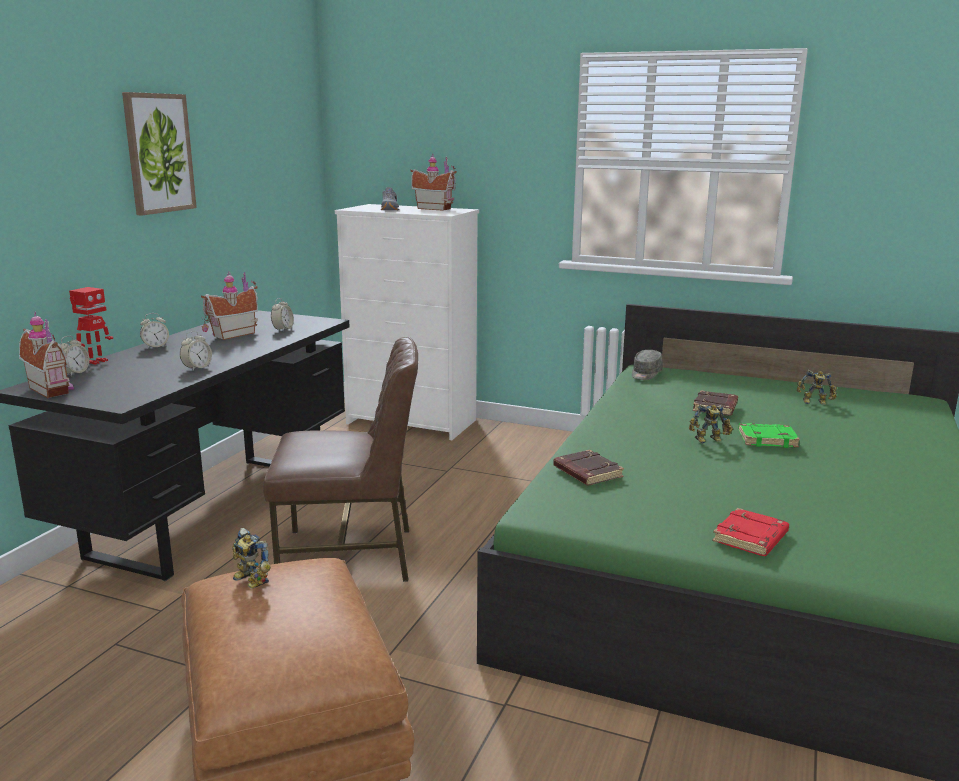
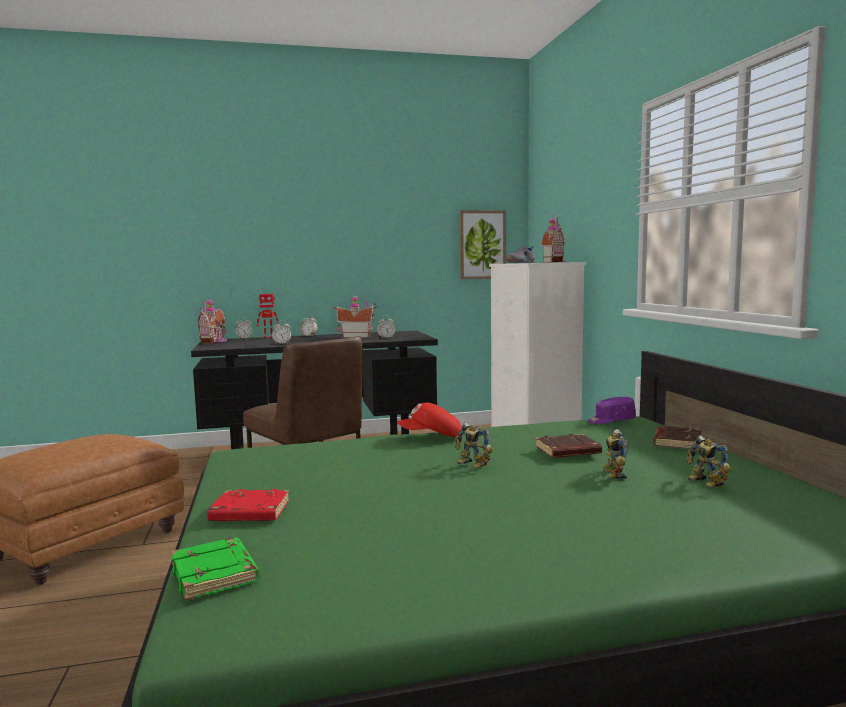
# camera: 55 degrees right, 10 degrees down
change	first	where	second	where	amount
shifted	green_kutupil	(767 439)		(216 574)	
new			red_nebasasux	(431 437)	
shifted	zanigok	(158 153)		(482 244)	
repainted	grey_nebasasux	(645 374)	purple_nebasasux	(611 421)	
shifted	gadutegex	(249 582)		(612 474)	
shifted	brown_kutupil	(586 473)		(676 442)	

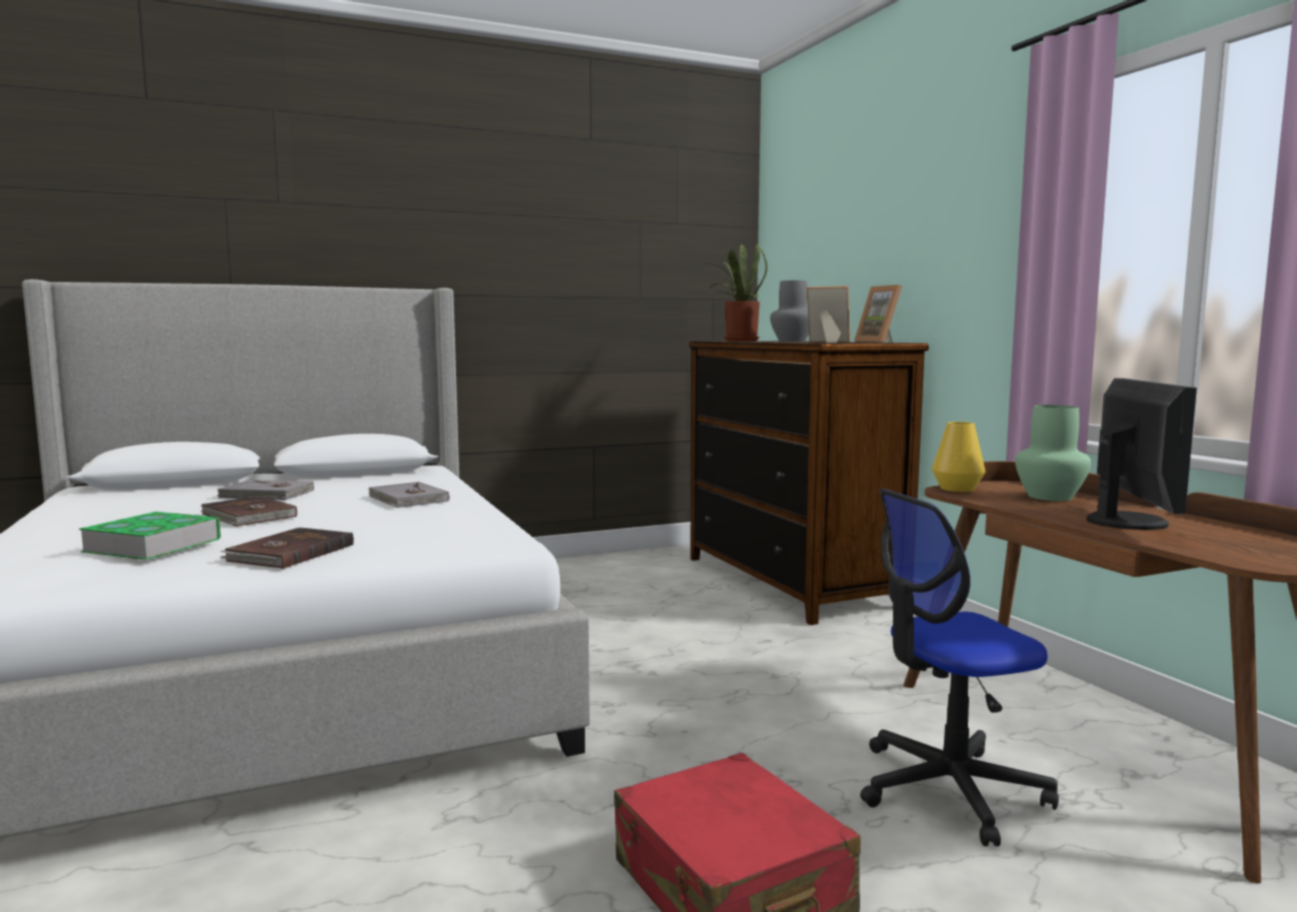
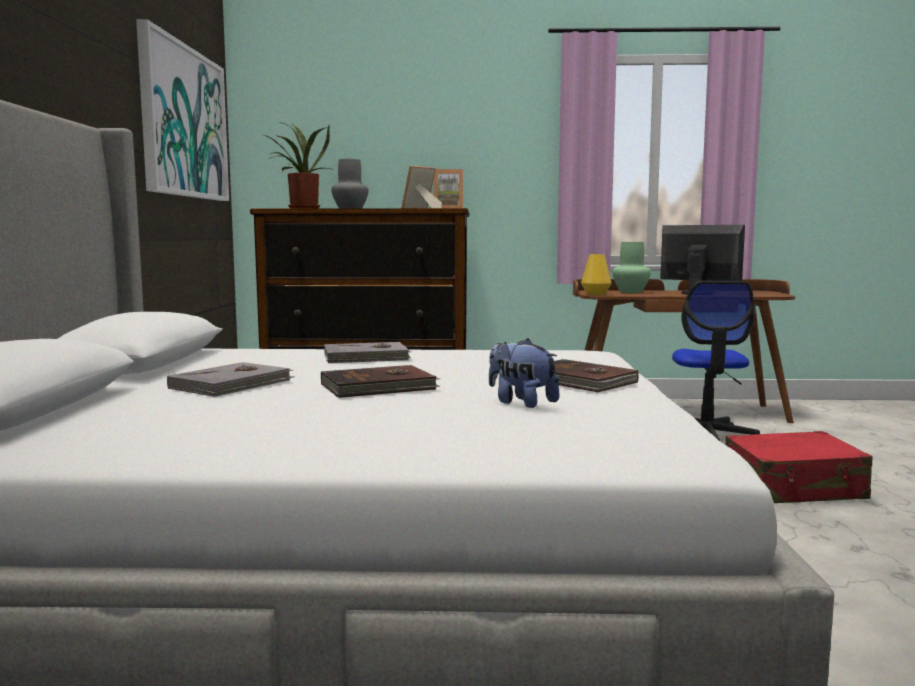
# camera: 65 degrees left, 0 degrees up
change	first	where	second	where	amount
new			zanigok	(184 122)	
swapped	kutupil	(153 545)	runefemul	(521 402)	

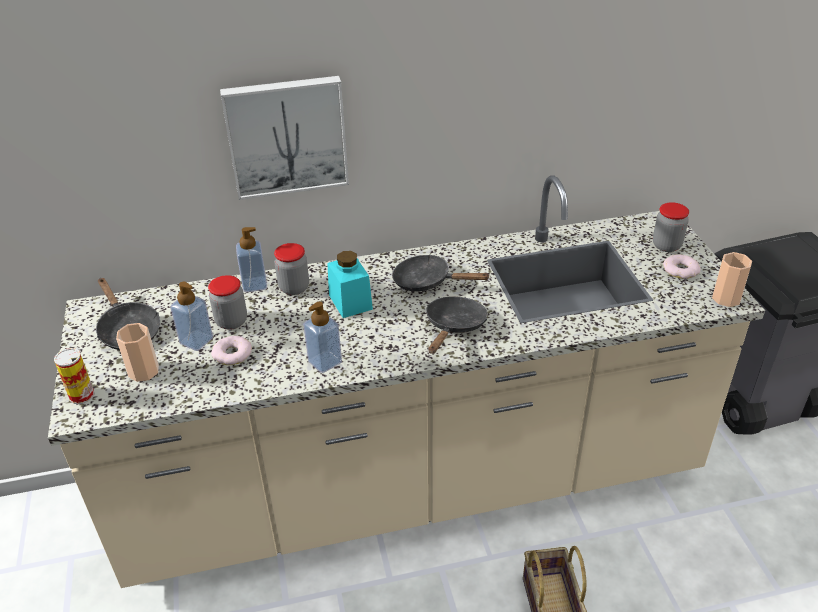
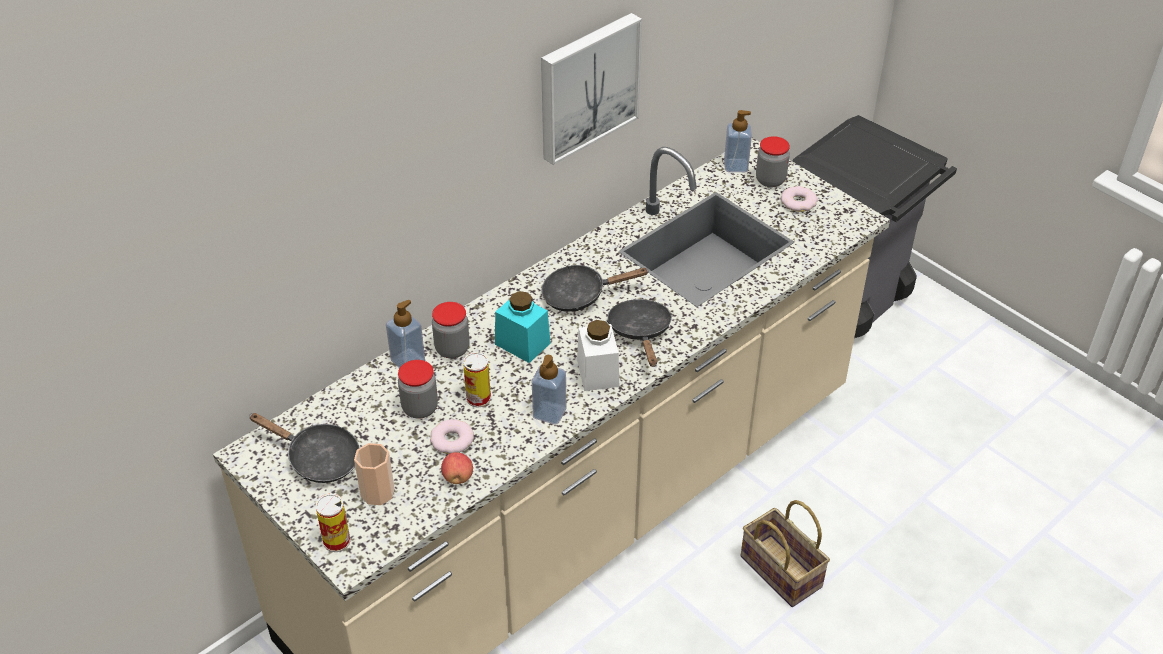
# camera: 30 degrees left, 5 degrees up
change	first	where	second	where	amount
new			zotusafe	(458 477)	
new			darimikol	(478 398)	
shifted	zanigok	(286 136)		(587 86)	
new			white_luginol	(598 372)	
shifted	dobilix	(196 341)		(735 166)	
gone	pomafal	(726 298)			

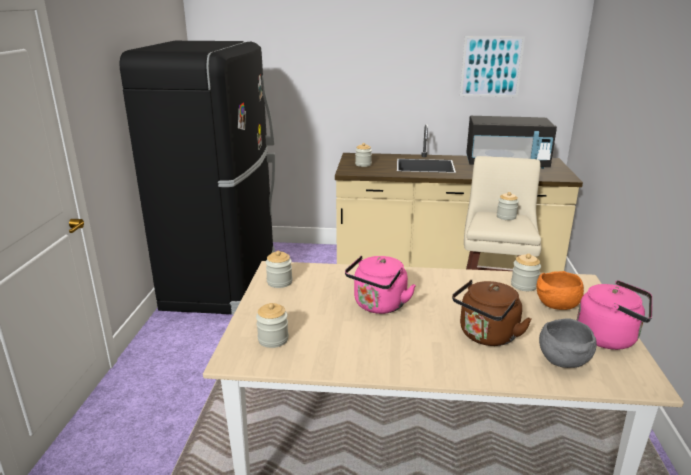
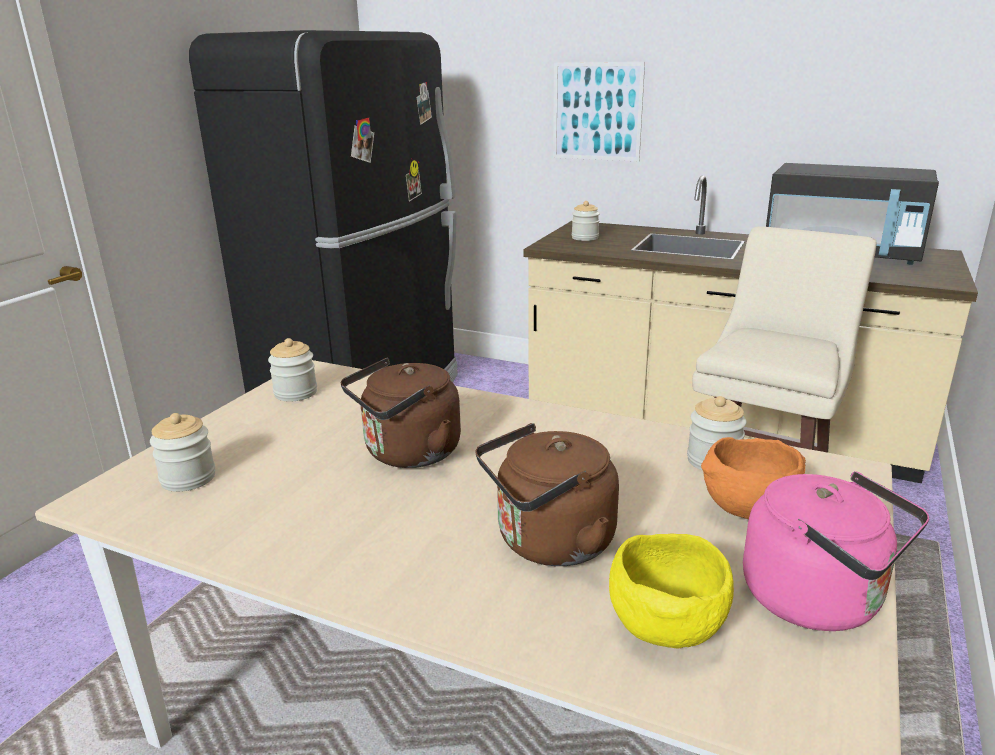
# camera: 20 degrees right, 0 degrees up
change	first	where	second	where	amount
repainted	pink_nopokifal	(378 306)	brown_nopokifal	(408 454)	
shifted	zanigok	(491 67)		(597 111)	
repainted	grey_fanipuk	(562 360)	yellow_fanipuk	(666 626)	
gone	luginol	(506 217)			

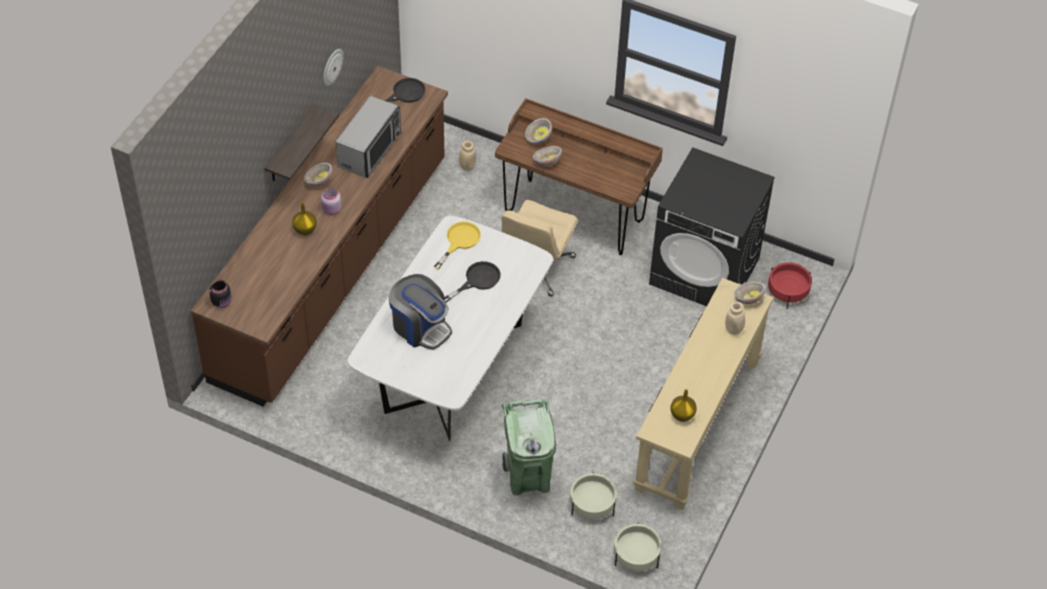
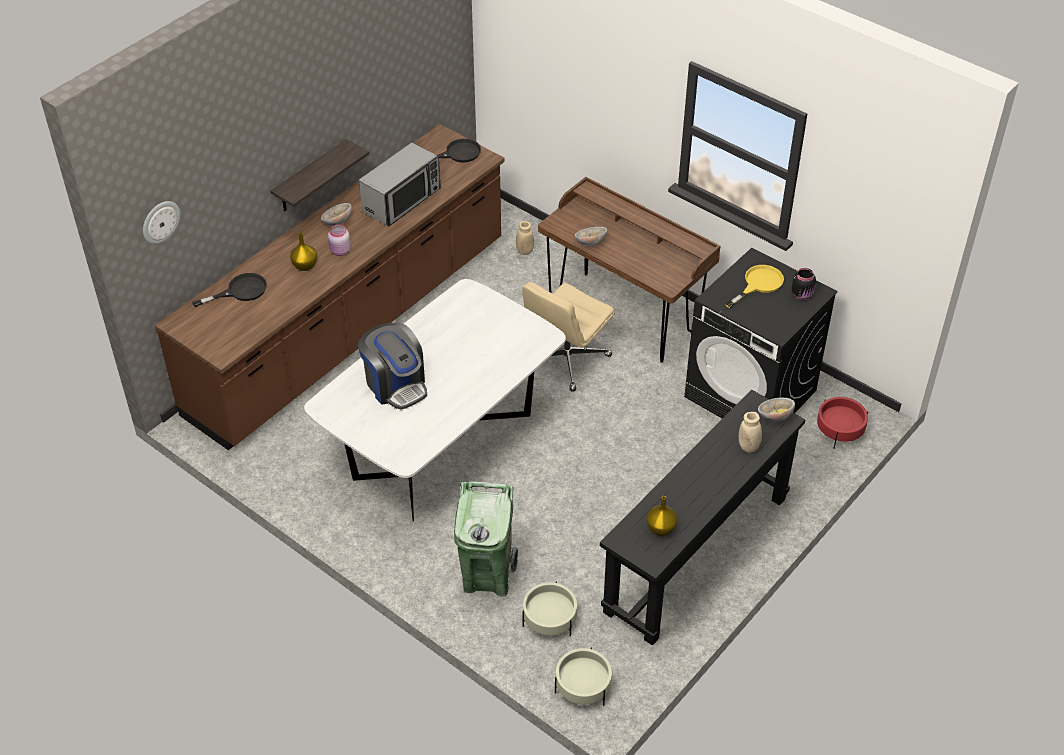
# camera: 15 degrees right, 5 degrees down
change	first	where	second	where	amount
shifted	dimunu	(332 66)		(160 221)	
shifted	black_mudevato	(477 280)		(240 291)	
repainted	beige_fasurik	(697 424)	black_fasurik	(696 554)	
shifted	yellow_mudevato	(459 241)		(758 284)	
shifted	black_luginol	(222 302)		(802 295)	
gone	fanipuk	(538 138)			

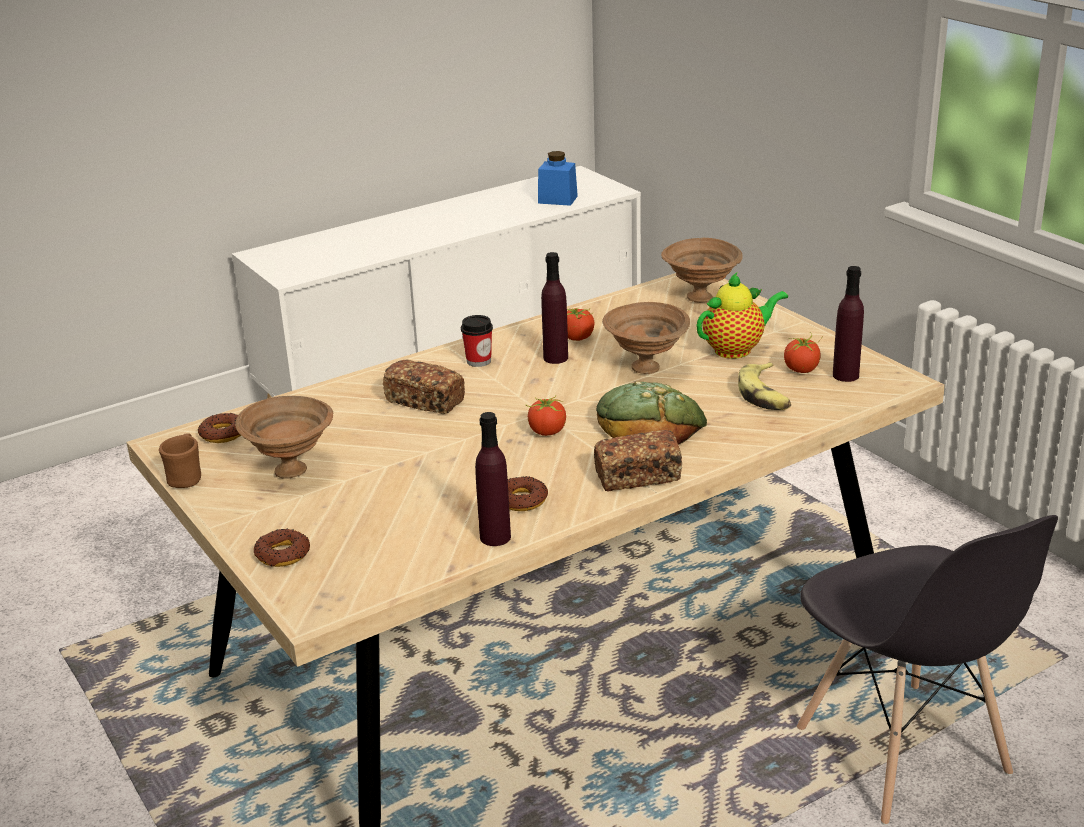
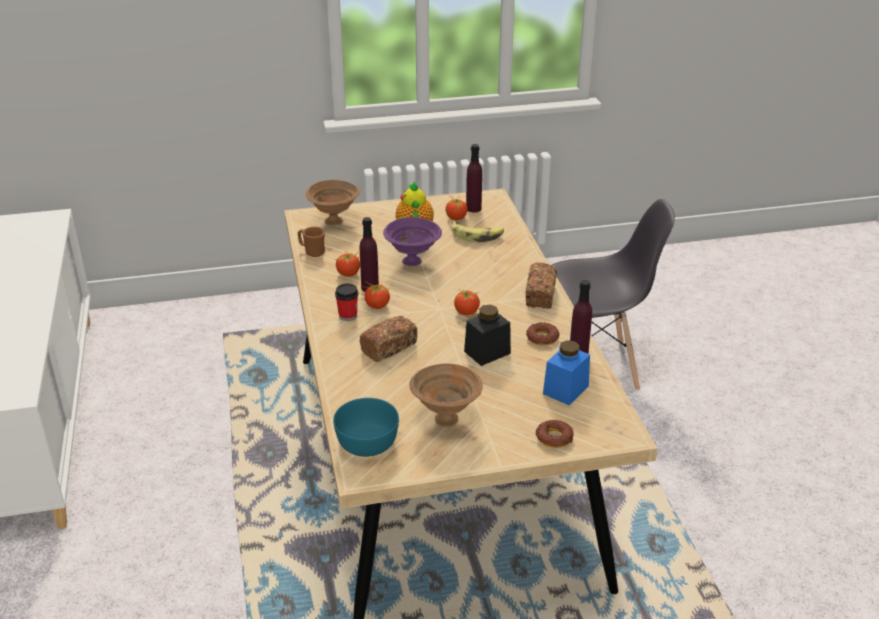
# camera: 70 degrees left, 5 degrees up
change	first	where	second	where	amount
shifted	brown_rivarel	(186 478)		(312 252)	
swapped	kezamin	(223 433)	turquoise_fanipuk	(366 443)	
new			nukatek	(377 306)	
repainted	brown_fanipuk	(647 369)	purple_fanipuk	(413 261)	
new			black_luginol	(487 352)	
shifted	blue_luginol	(557 199)		(565 390)	
gone	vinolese	(649 423)			

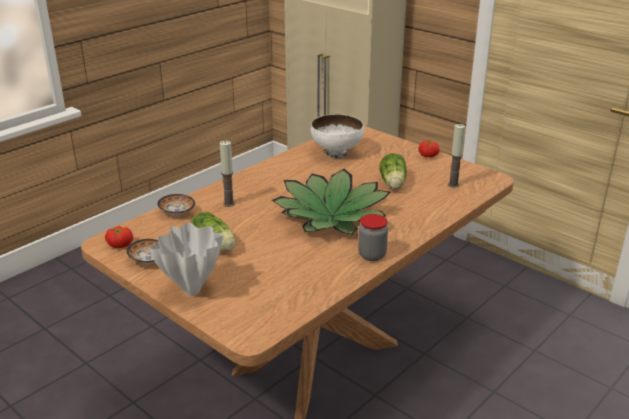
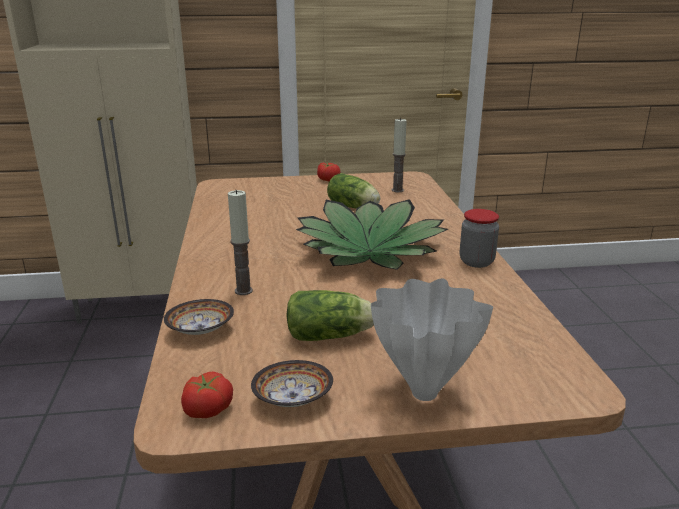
# camera: 50 degrees left, 5 degrees down
change	first	where	second	where	amount
gone	white_fanipuk	(336 153)			

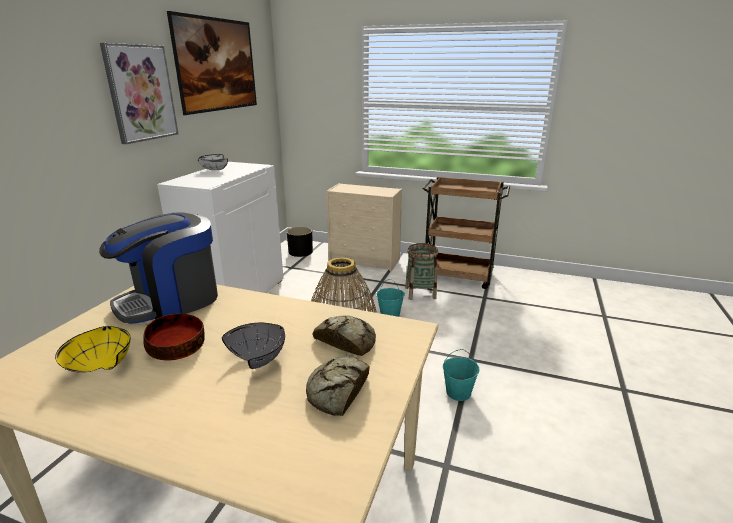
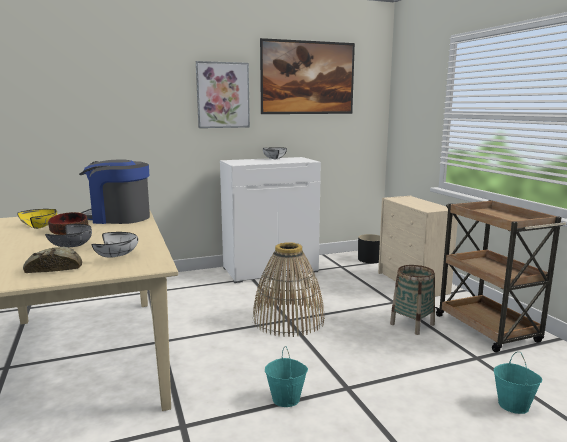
# camera: 50 degrees right, 10 degrees down
change	first	where	second	where	amount
swapped	vinolese	(346 340)	white_fanipuk	(118 256)	
shifted	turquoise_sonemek	(390 314)		(513 405)	

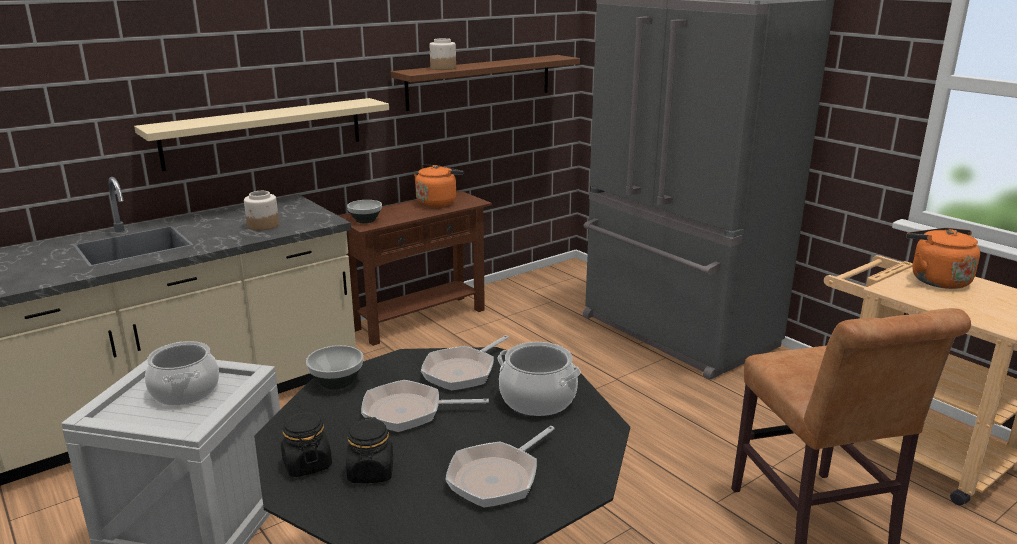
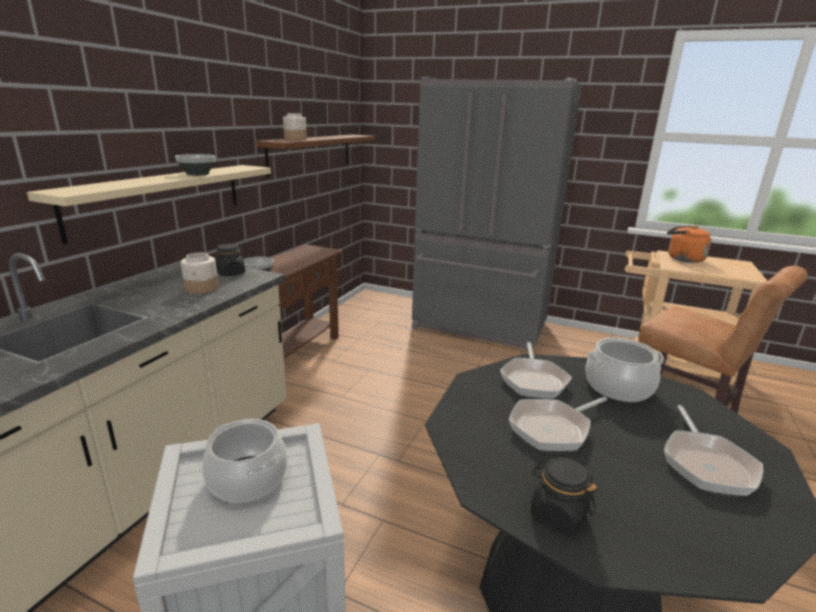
# camera: 30 degrees left, 0 degrees up
change	first	where	second	where	amount
shifted	fanipuk	(336 382)		(197 174)	
shifted	black_luginol	(371 472)		(231 273)	
gone	orange_nopokifal	(438 202)			

